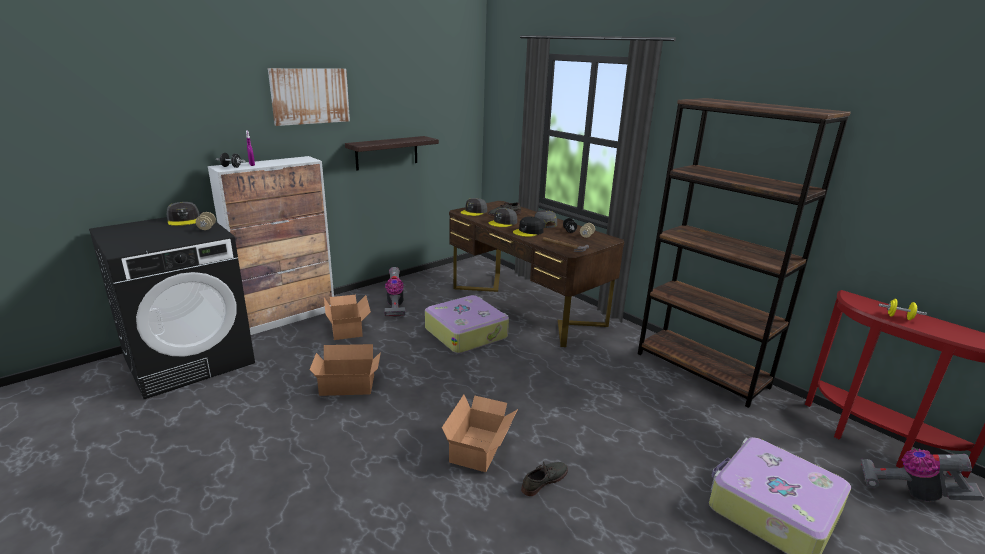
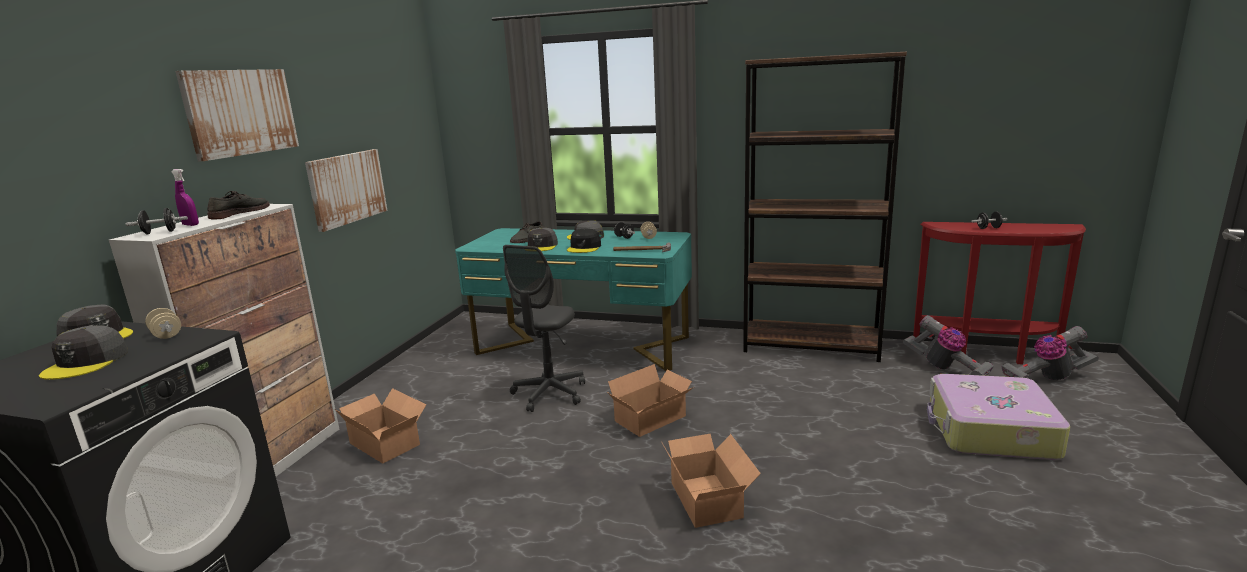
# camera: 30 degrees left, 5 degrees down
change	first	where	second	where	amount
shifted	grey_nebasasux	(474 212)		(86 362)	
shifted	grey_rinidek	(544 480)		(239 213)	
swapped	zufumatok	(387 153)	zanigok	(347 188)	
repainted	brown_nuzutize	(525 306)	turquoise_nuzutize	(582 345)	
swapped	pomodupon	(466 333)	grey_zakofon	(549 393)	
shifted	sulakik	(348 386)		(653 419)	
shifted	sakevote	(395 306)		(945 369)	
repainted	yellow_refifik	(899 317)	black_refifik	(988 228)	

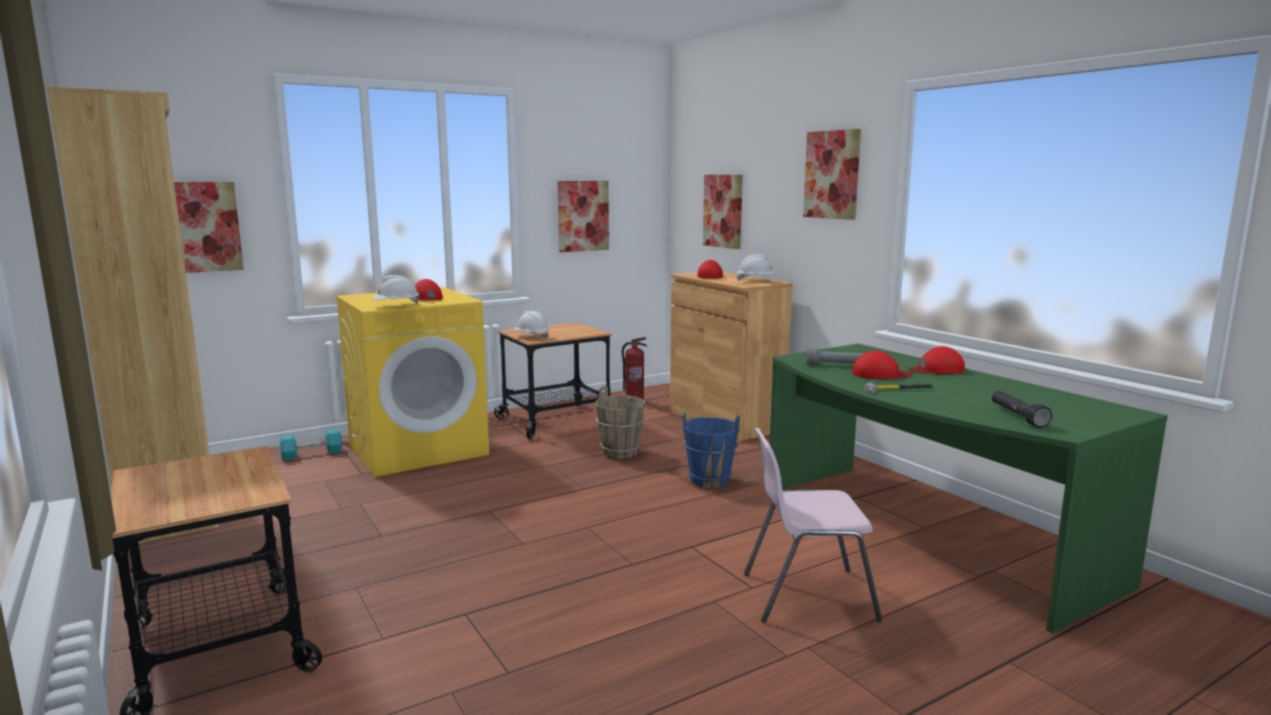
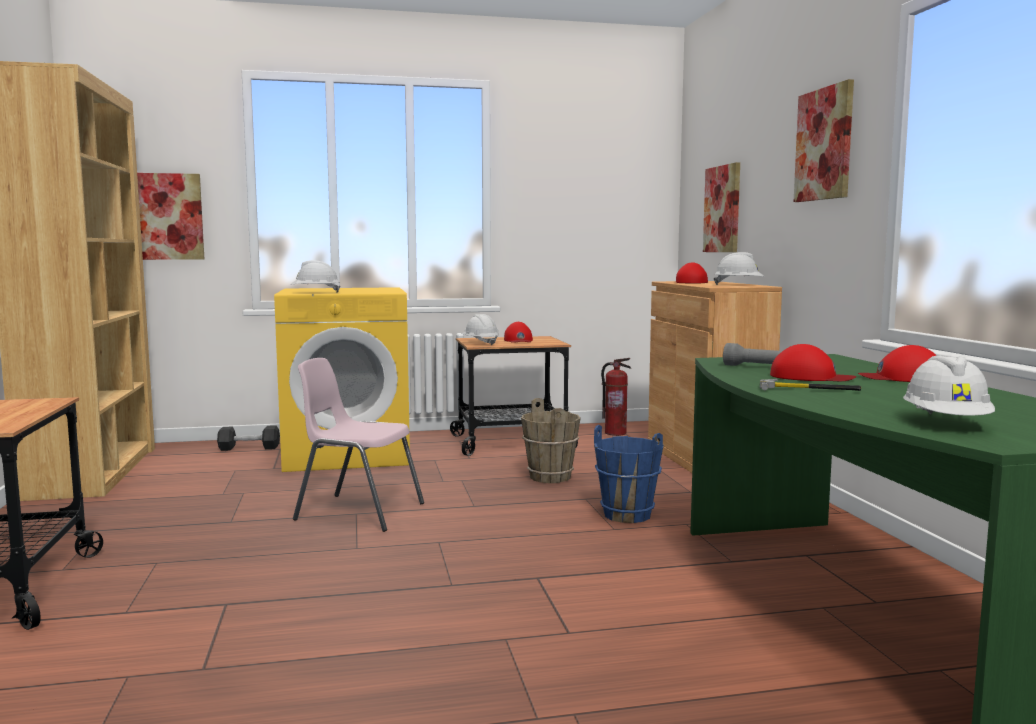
# camera: 20 degrees right, 5 degrees down
change	first	where	second	where	amount
repainted	turquoise_refifik	(312 454)	black_refifik	(249 448)	
shifted	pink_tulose	(806 595)		(358 511)	
shifted	red_nebasasux	(428 298)		(518 340)	
swapped	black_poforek	(1017 417)	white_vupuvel	(946 423)	
gone	zanigok	(583 216)			

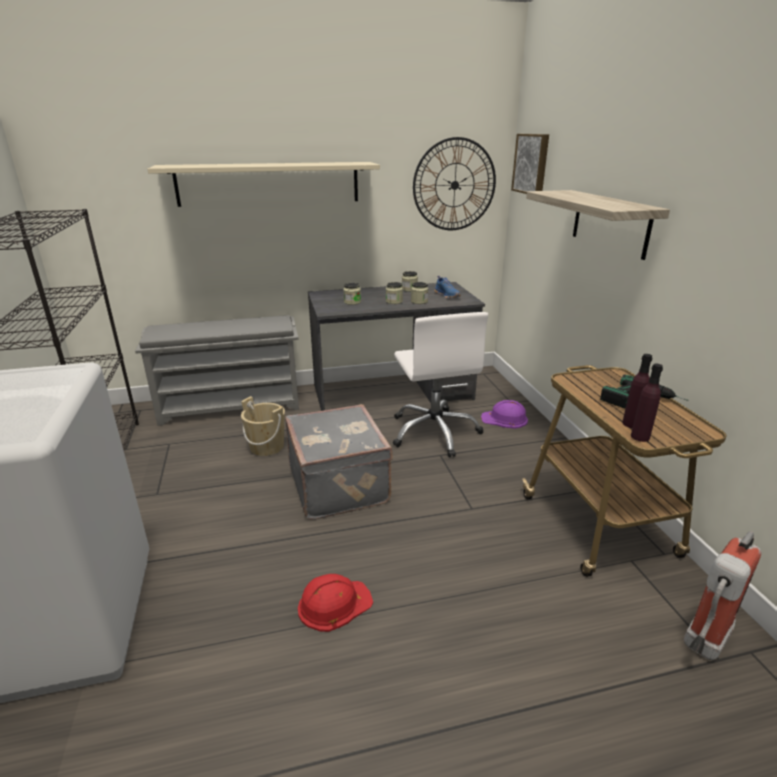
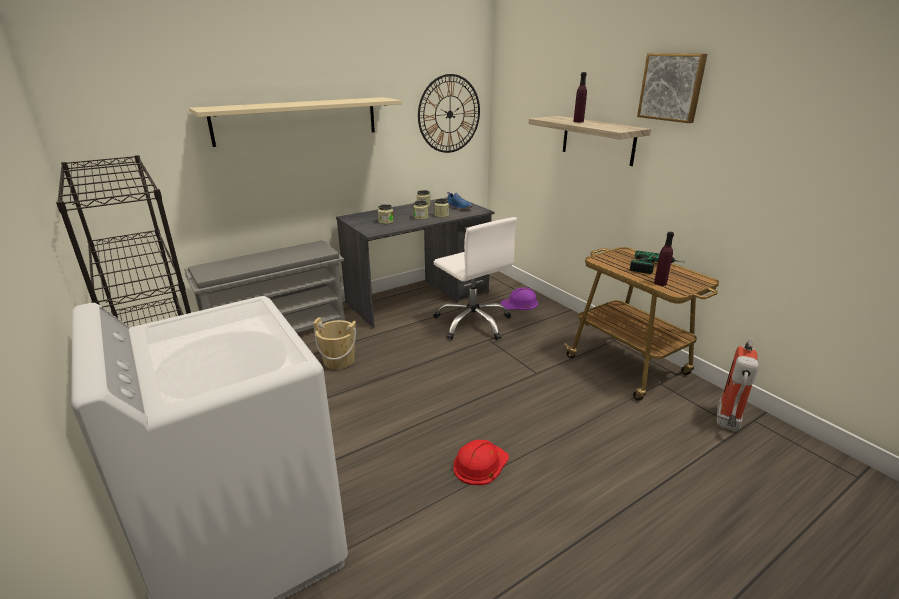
# camera: 20 degrees left, 0 degrees up
change	first	where	second	where	amount
shifted	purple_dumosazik	(640 437)		(578 121)	
shifted	zanigok	(532 164)		(672 87)	
gone	grey_pomodupon	(340 484)			

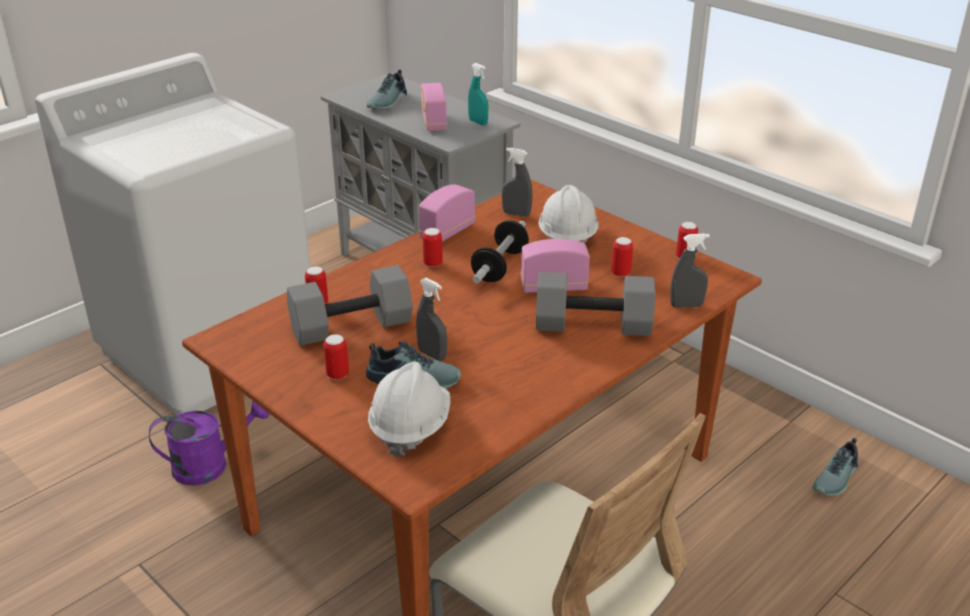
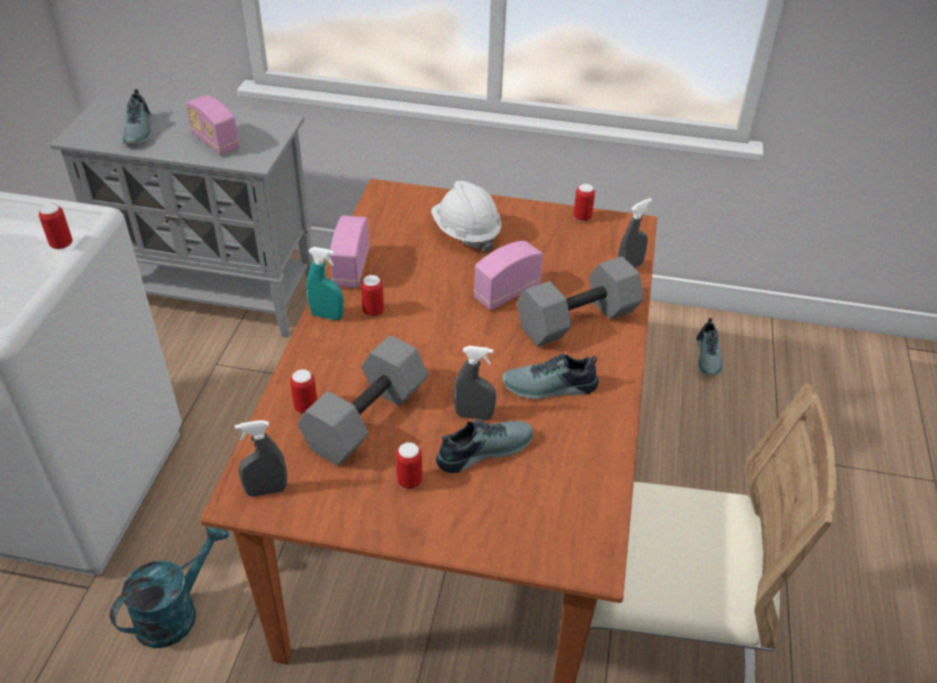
# camera: 35 degrees left, 10 degrees up
change	first	where	second	where	amount
shifted	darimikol	(620 273)		(61 244)	
repainted	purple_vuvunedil	(210 465)	turquoise_vuvunedil	(176 611)	
shifted	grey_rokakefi	(516 214)		(266 490)	
shifted	turquoise_rokakefi	(478 122)		(327 316)	
new			rinidek	(550 388)	
gone	white_vupuvel	(410 427)			
gone	refifik	(500 266)			

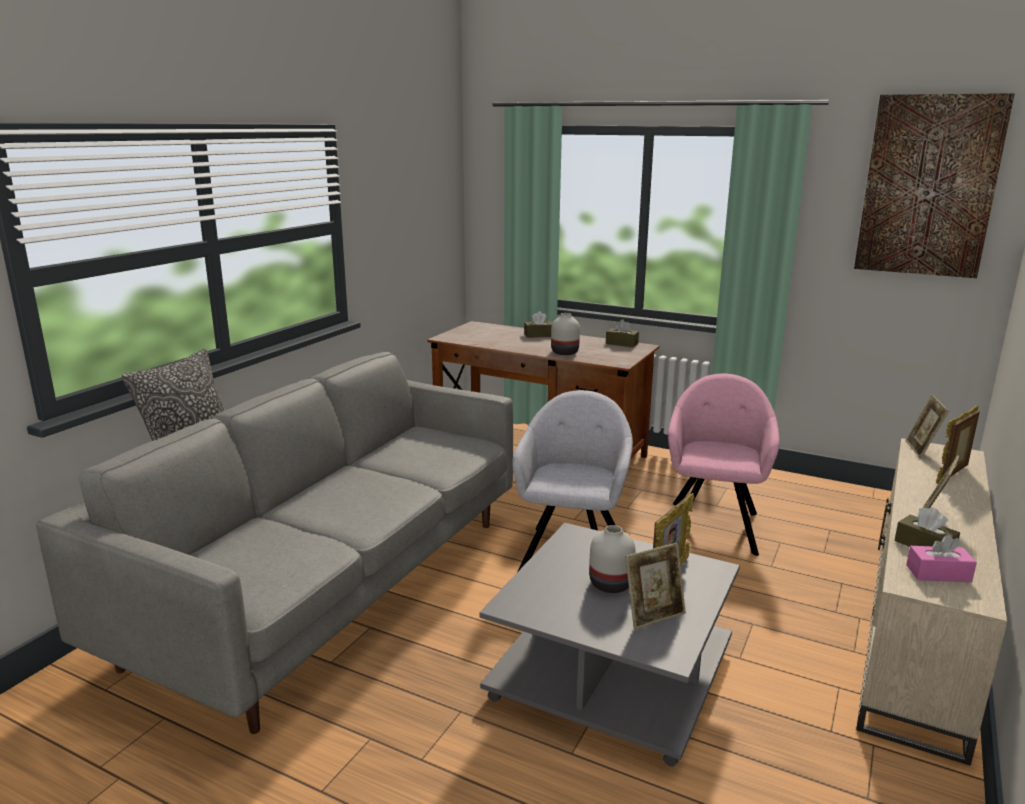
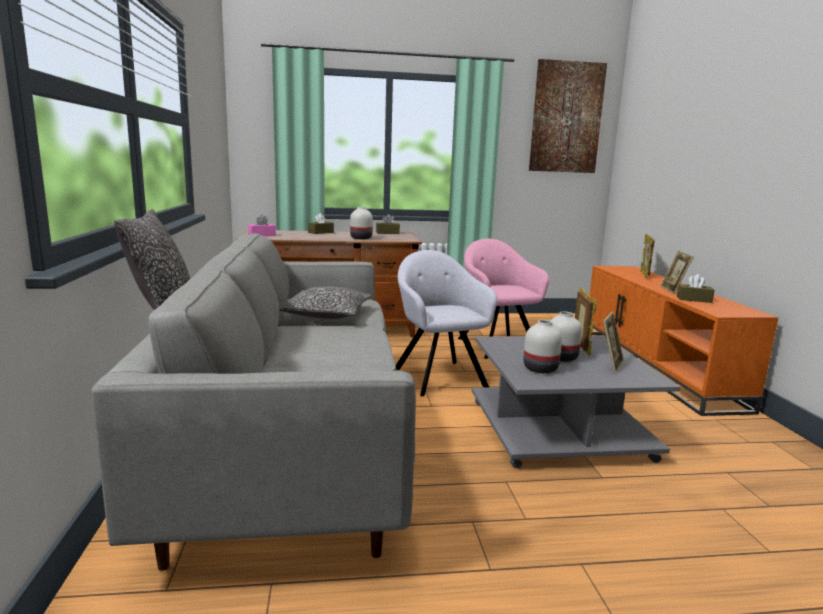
# camera: 35 degrees left, 5 degrees down
change	first	where	second	where	amount
shifted	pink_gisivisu	(938 573)		(262 235)	
new			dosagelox	(326 314)	
new			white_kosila	(540 369)	
repainted	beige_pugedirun	(919 630)	orange_pugedirun	(657 367)	
gone	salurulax	(921 450)			

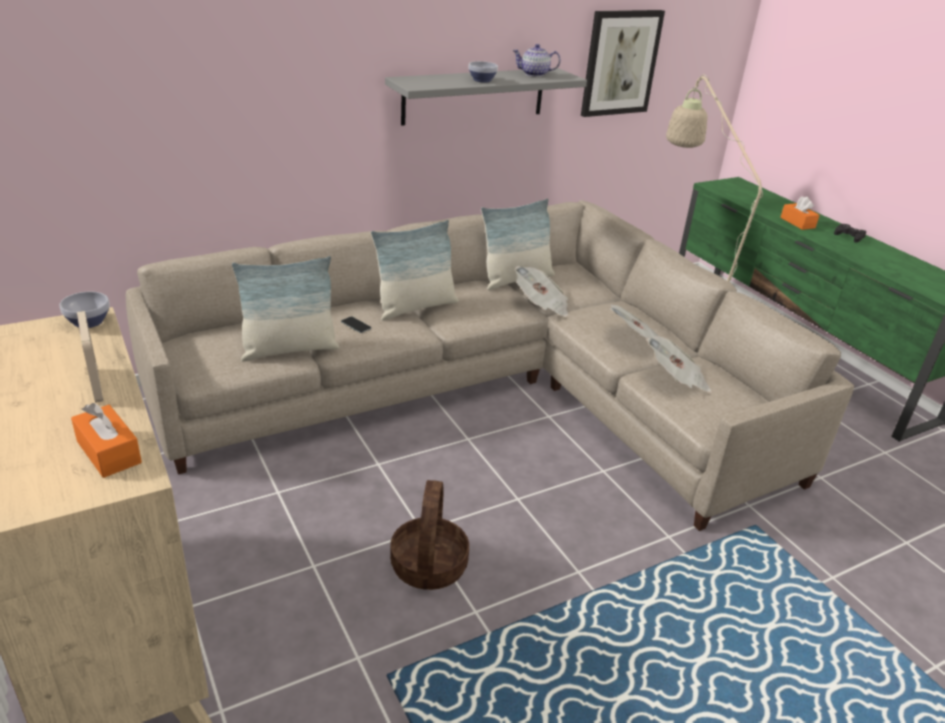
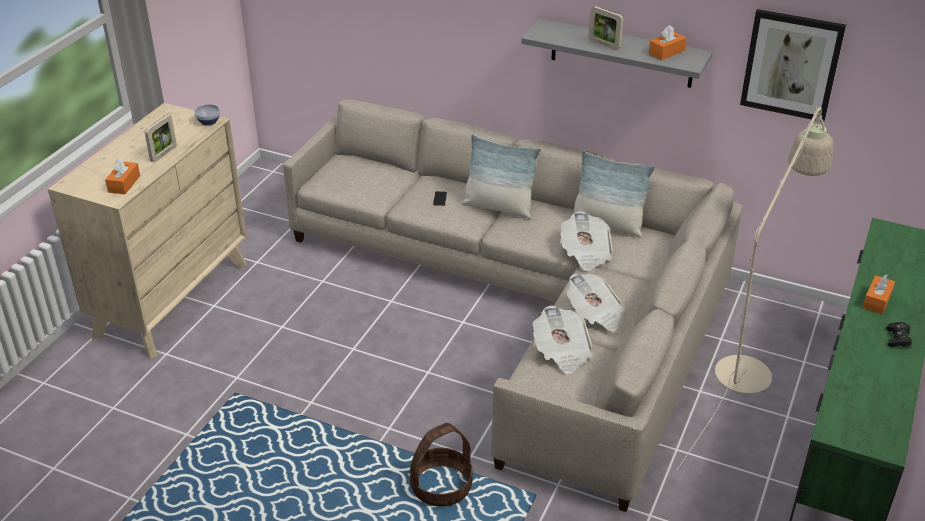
# camera: 55 degrees right, 5 degrees up
change	first	where	second	where	amount
shifted	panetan	(428 565)		(441 486)	
swapped	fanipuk	(482 80)	salurulax	(604 44)	
swapped	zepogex	(534 74)	orange_gisivisu	(666 52)	
gone	dosagelox	(289 349)			

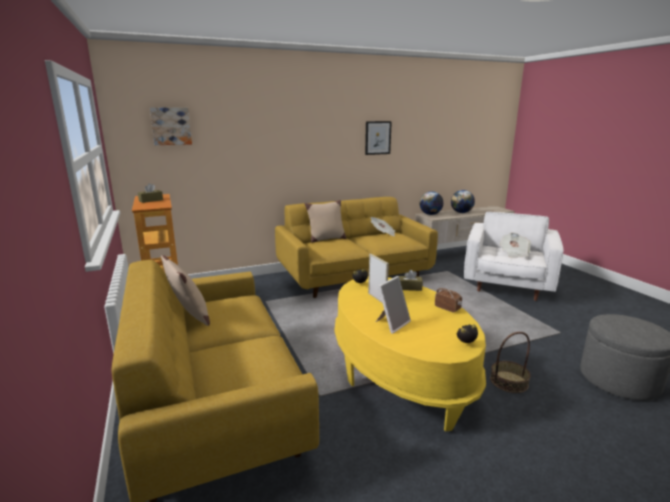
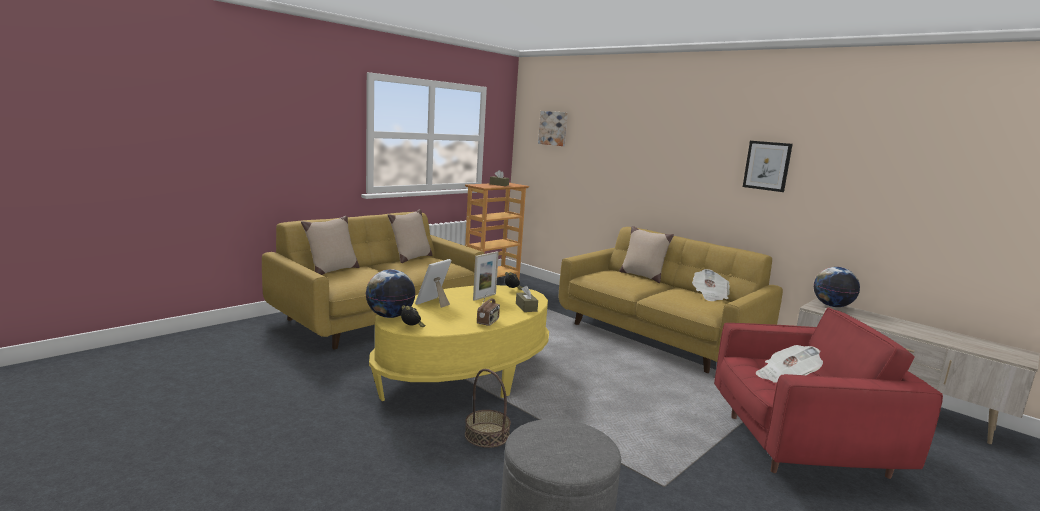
# camera: 65 degrees right, 5 degrees down
change	first	where	second	where	amount
new			beige_dosagelox	(332 270)	
shifted	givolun	(461 212)		(390 316)	
rotated	salurulax	(391 324)		(434 303)	105 degrees clockwise
repainted	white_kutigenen	(507 286)	red_kutigenen	(798 445)	

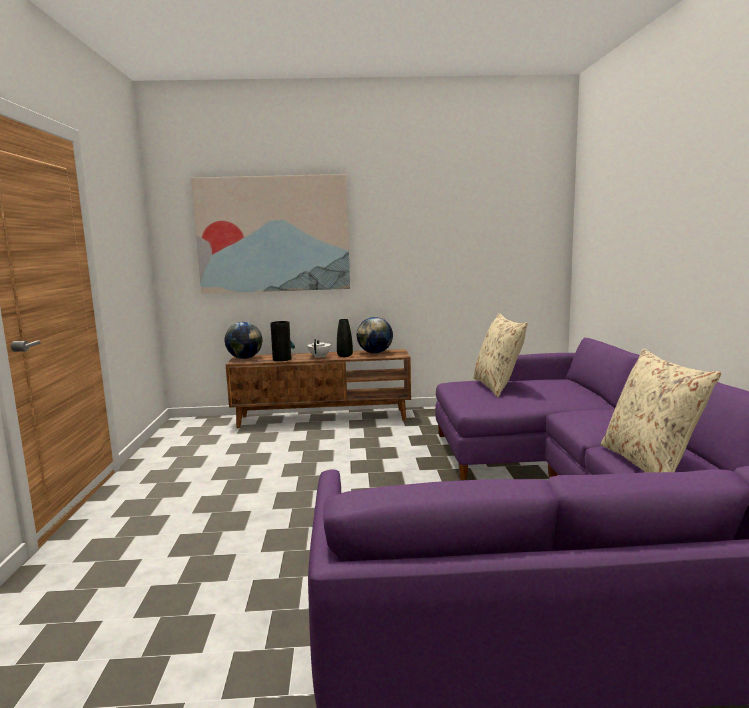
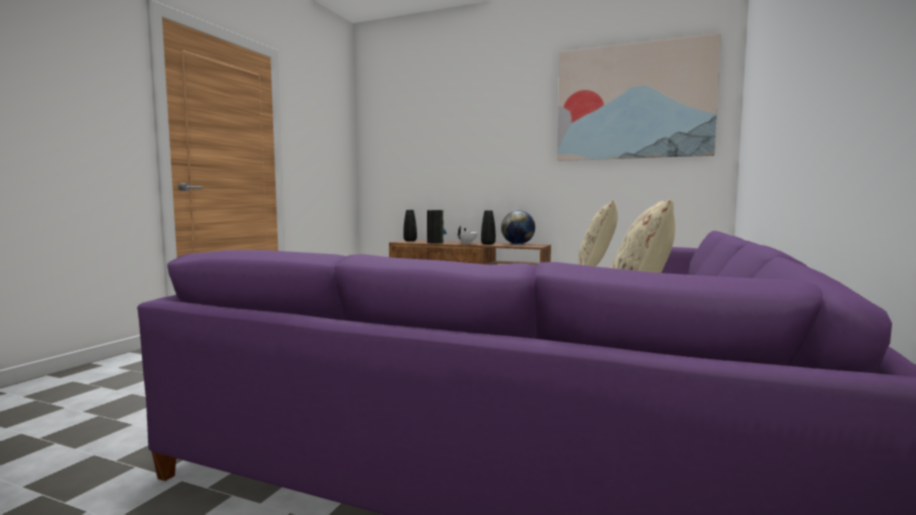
# camera: 25 degrees right, 5 degrees down
change	first	where	second	where	amount
swapped	givolun	(244 358)	black_kosila	(410 241)	
shifted	zanigok	(273 234)		(633 101)	

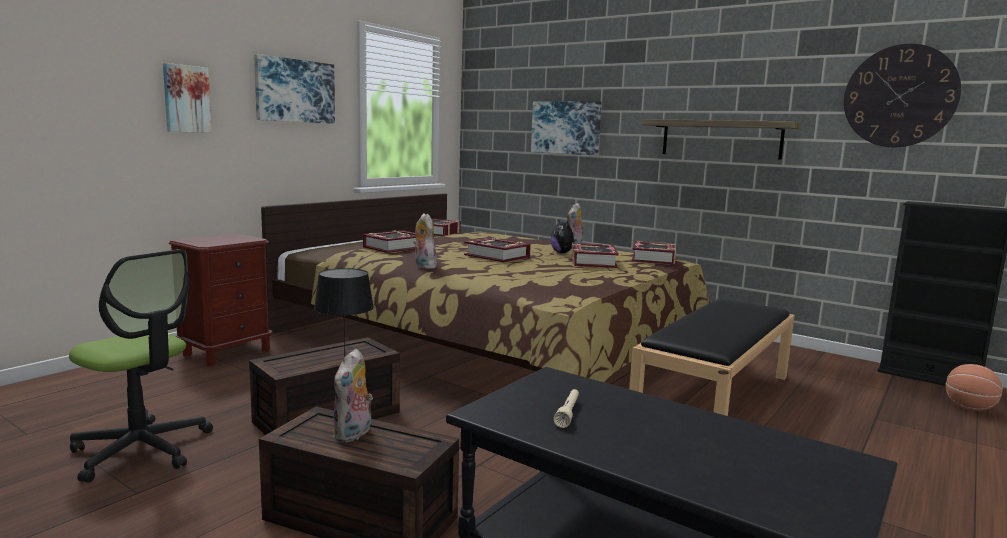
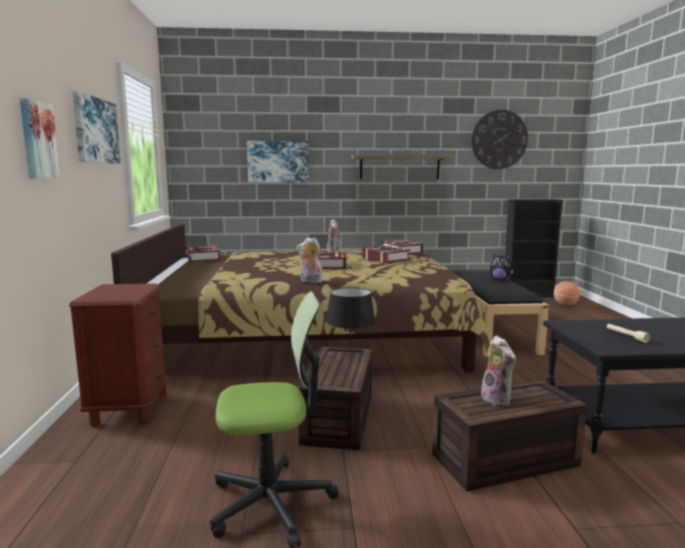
# camera: 40 degrees left, 0 degrees up
change	first	where	second	where	amount
shifted	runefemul	(563 253)		(500 279)	
gone	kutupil	(394 247)			

